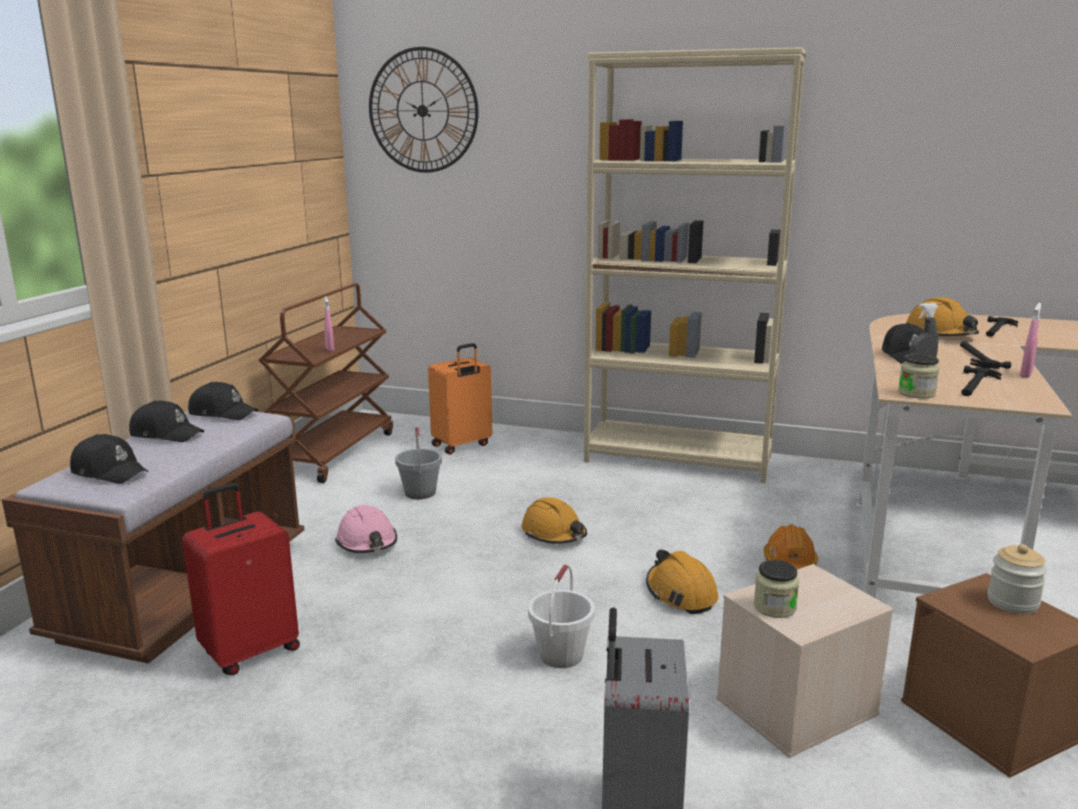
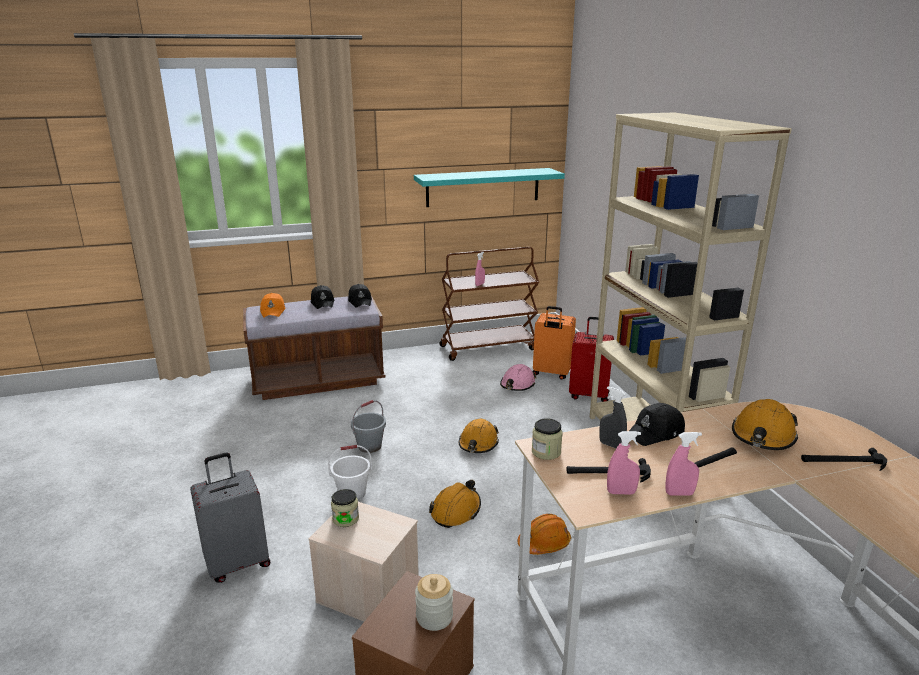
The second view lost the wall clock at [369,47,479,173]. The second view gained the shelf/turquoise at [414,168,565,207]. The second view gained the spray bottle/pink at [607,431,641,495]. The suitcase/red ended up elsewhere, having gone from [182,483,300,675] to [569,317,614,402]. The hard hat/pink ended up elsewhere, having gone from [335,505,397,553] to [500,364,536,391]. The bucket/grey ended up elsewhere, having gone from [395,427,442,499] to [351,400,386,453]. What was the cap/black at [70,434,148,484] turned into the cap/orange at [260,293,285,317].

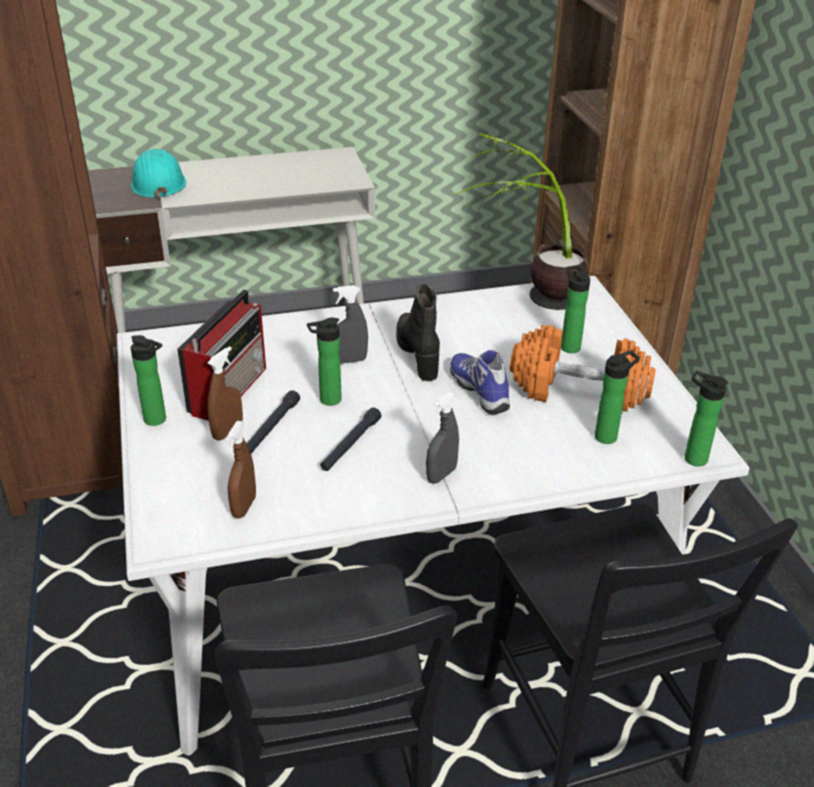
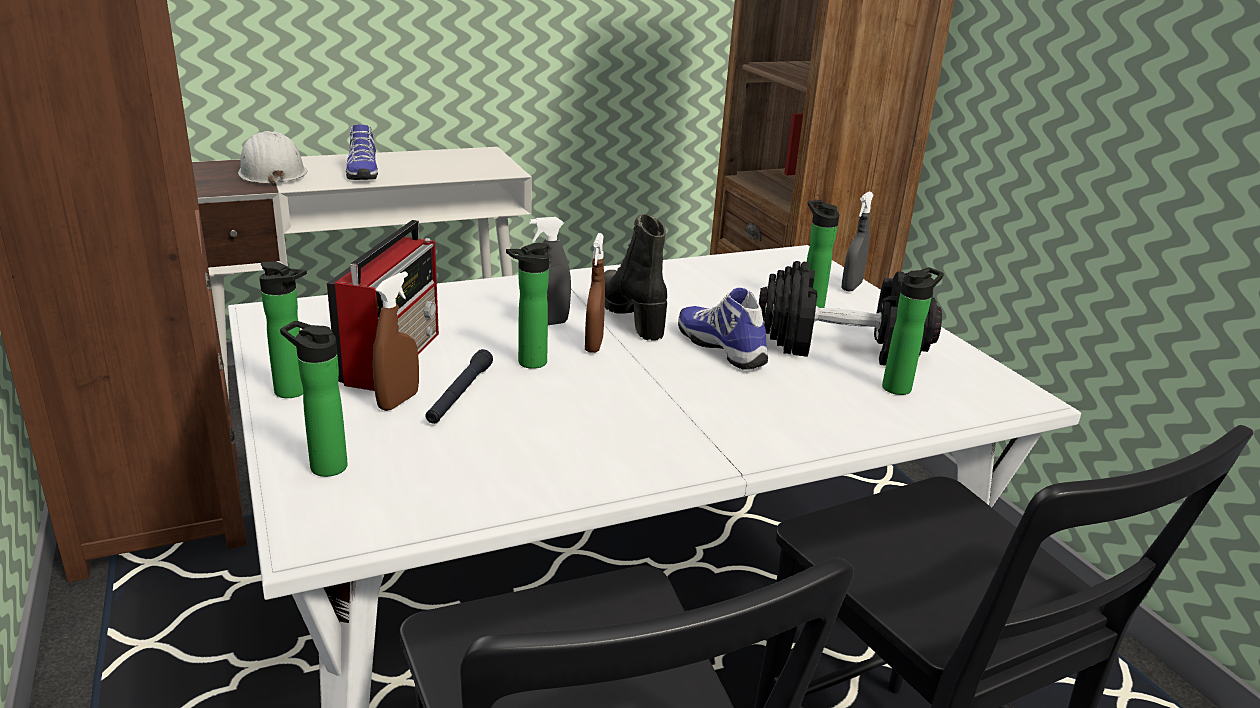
The second view lost the flashlight/black at [320,407,381,471]. The second view lost the potted plant at [456,132,589,310]. The second view gained the shoe at [346,124,378,180]. The spray bottle/brown ended up elsewhere, having gone from [226,421,256,518] to [585,233,605,353]. The spray bottle/grey ended up elsewhere, having gone from [426,392,459,484] to [841,191,874,292]. The bottle ended up elsewhere, having gone from [684,371,728,466] to [280,321,348,477]. What was the hard hat/turquoise at [131,149,186,200] turned into the hard hat/white at [238,131,307,186]. What was the dumbbell/orange at [510,325,656,412] turned into the dumbbell/black at [759,261,942,366].

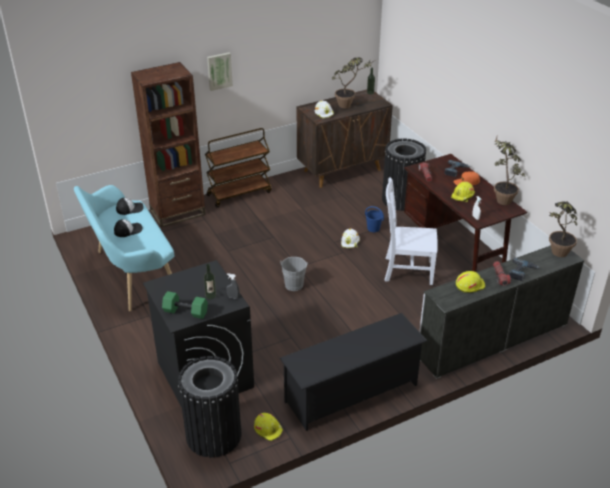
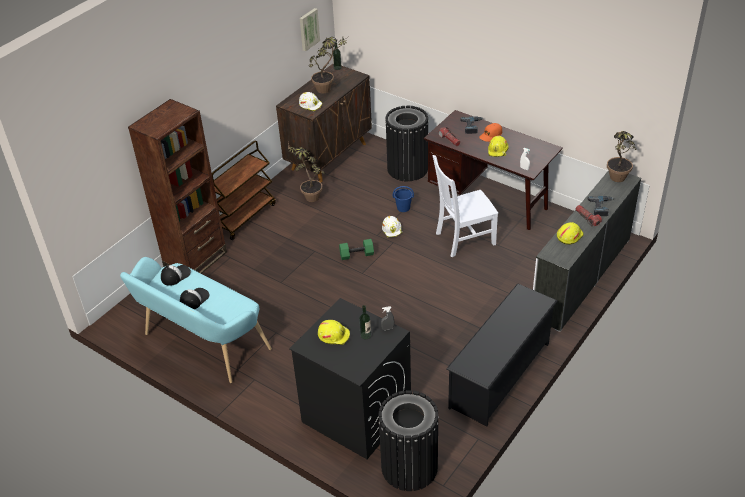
The second view lost the bucket/grey at [280,257,308,291]. The dumbbell/green ended up elsewhere, having gone from [162,291,208,319] to [339,239,374,260]. The picture ended up elsewhere, having gone from [207,52,233,91] to [300,8,320,51]. The hard hat/yellow ended up elsewhere, having gone from [254,413,283,441] to [318,320,350,345]. The potted plant ended up elsewhere, having gone from [494,137,525,205] to [288,143,325,202].

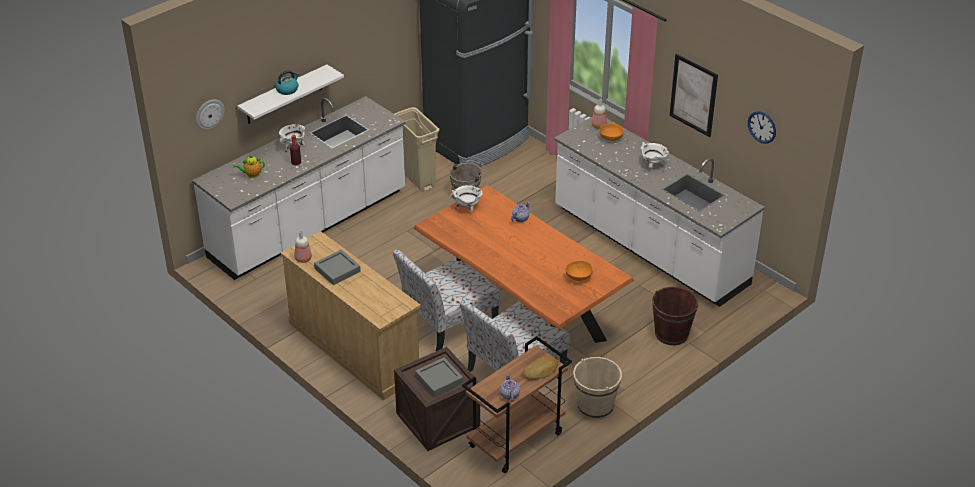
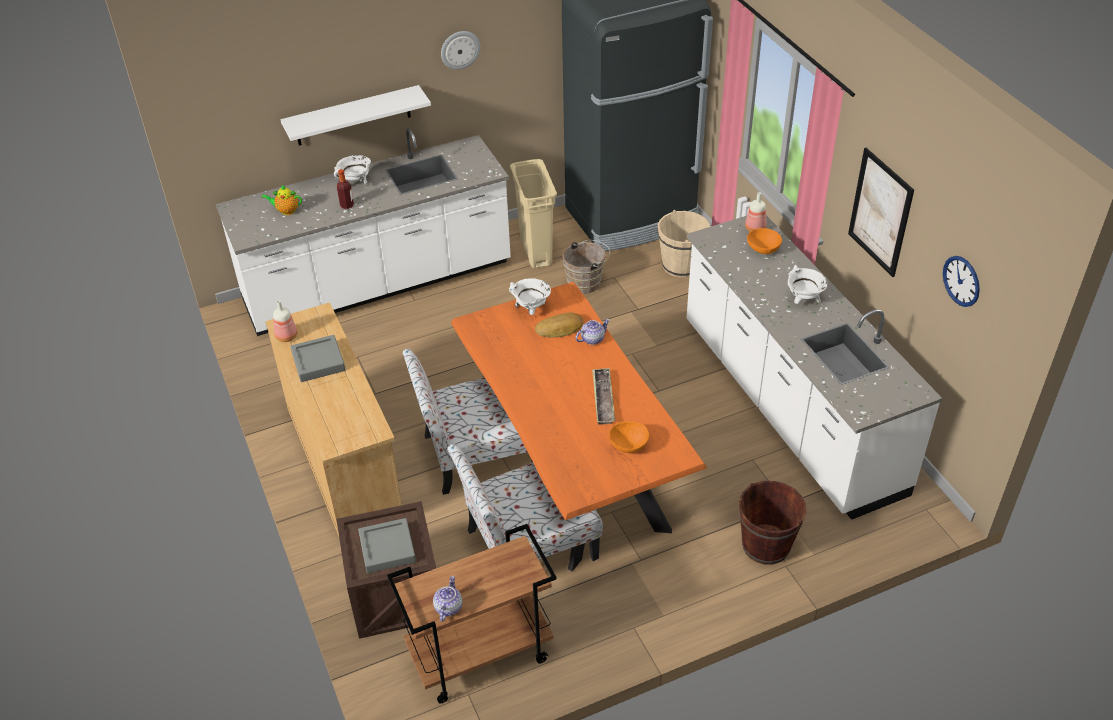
The second view lost the kettle at [275,70,299,95]. The second view gained the tray at [592,368,615,425]. The wall clock ended up elsewhere, having gone from [196,99,225,130] to [441,31,480,70]. The bread ended up elsewhere, having gone from [523,356,558,380] to [535,313,584,338]. The bucket/beige ended up elsewhere, having gone from [573,357,622,419] to [658,210,710,278].

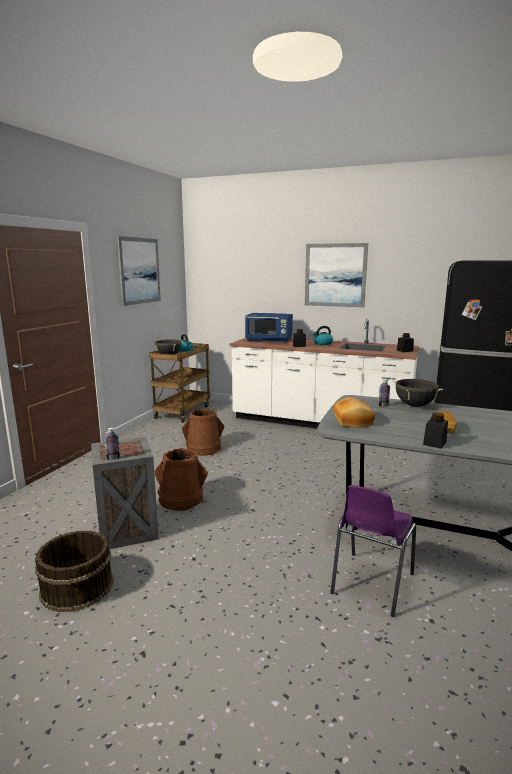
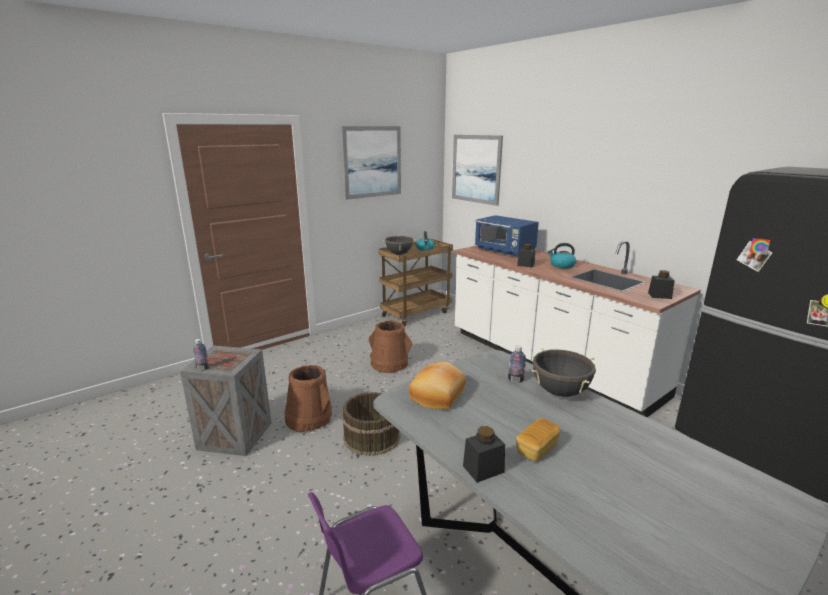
The bucket/brown ended up elsewhere, having gone from [35,531,114,612] to [342,392,400,456]. The picture ended up elsewhere, having gone from [305,243,368,307] to [452,135,503,206].

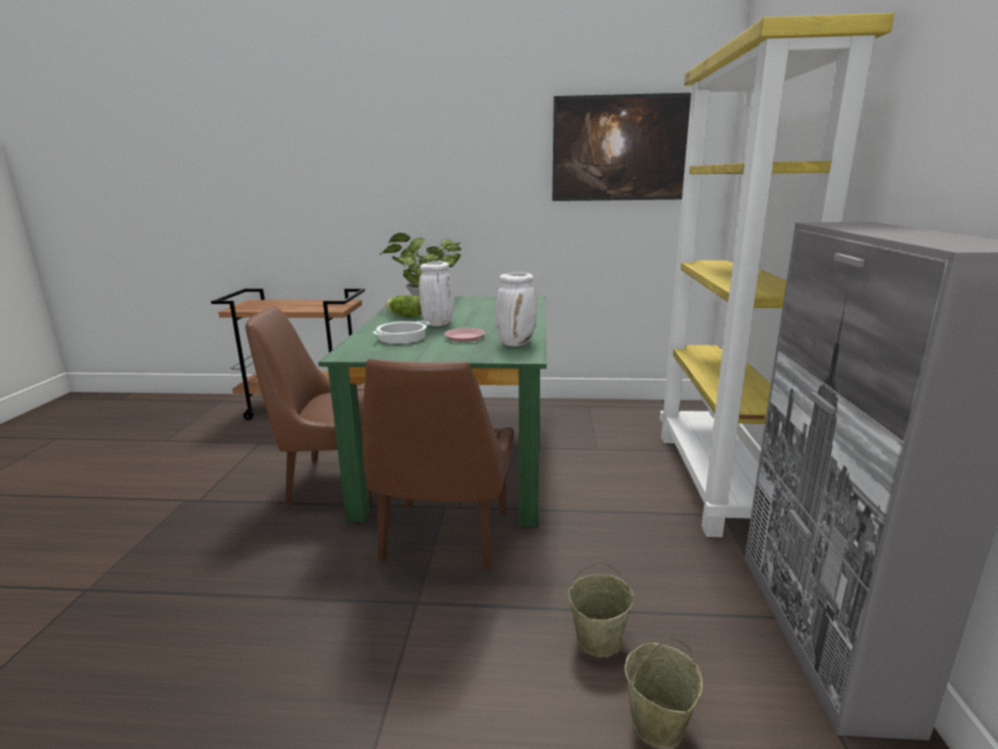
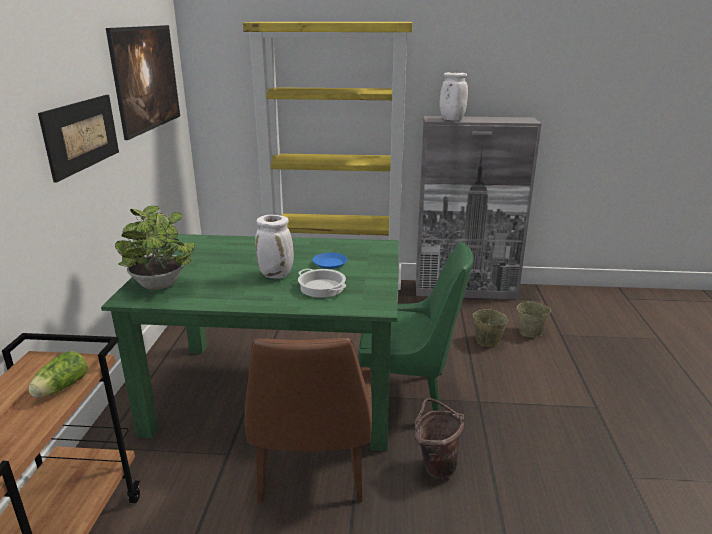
The second view gained the picture at [38,95,119,182]. The second view gained the bucket/brown at [415,398,464,479]. The lettuce ended up elsewhere, having gone from [385,295,422,318] to [28,351,88,397]. The vase/white ended up elsewhere, having gone from [496,272,537,346] to [439,72,468,121]. What was the chair/brown at [363,359,513,570] turned into the chair/green at [358,241,474,411]. What was the plate/pink at [444,328,485,342] turned into the plate/blue at [312,253,347,269].

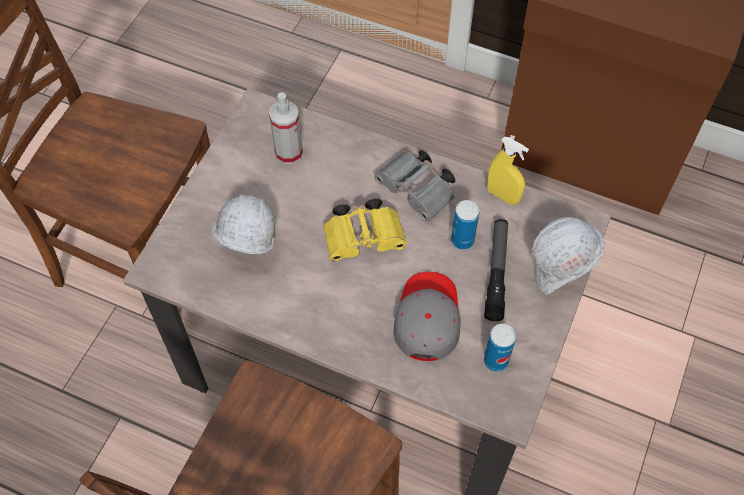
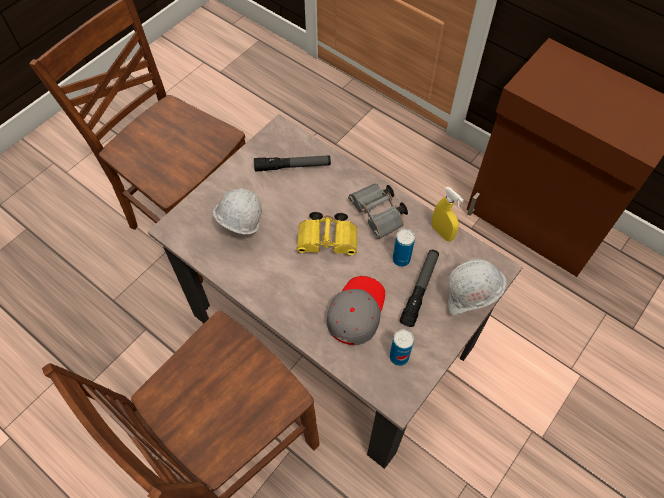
Where the spray bottle stood at [269,92,303,164], the flashlight came to stand at [254,155,331,172].

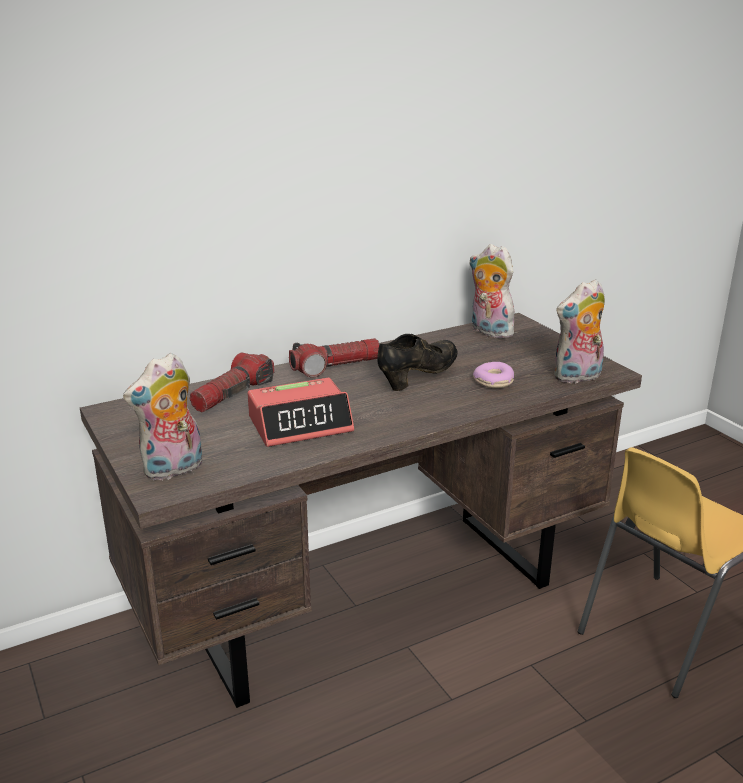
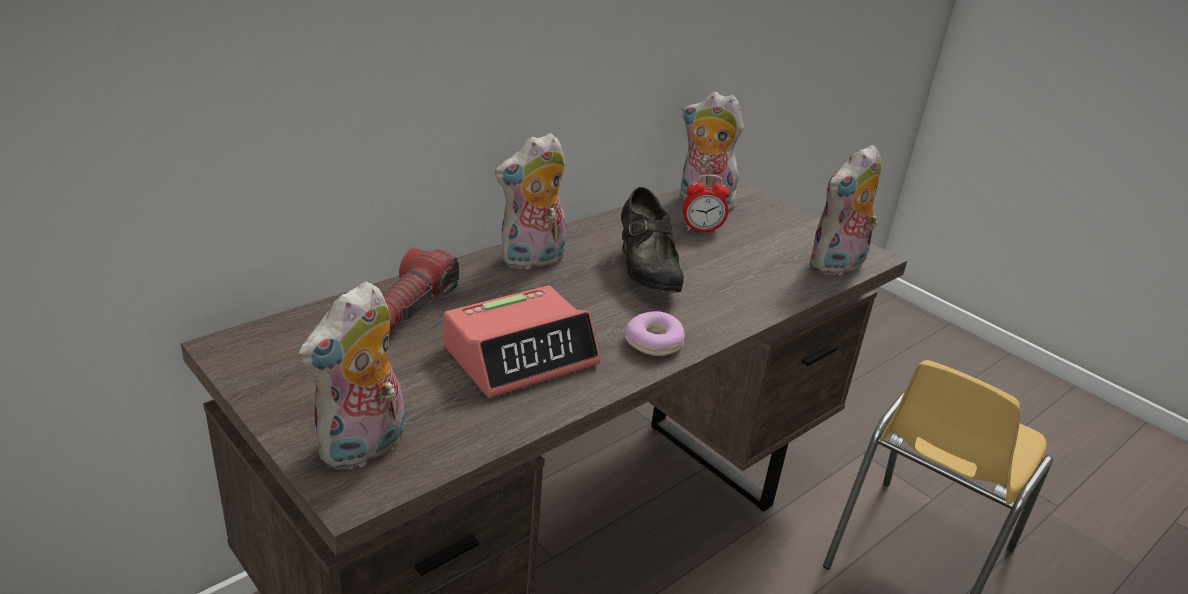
The second view gained the alarm clock at [683,174,730,233]. The donut ended up elsewhere, having gone from [473,362,514,388] to [624,311,685,356]. Where the flashlight stood at [289,338,379,378], the plush toy came to stand at [495,133,566,269]. The shoe/black at [377,334,458,391] ended up facing another way, 135 degrees clockwise from before.

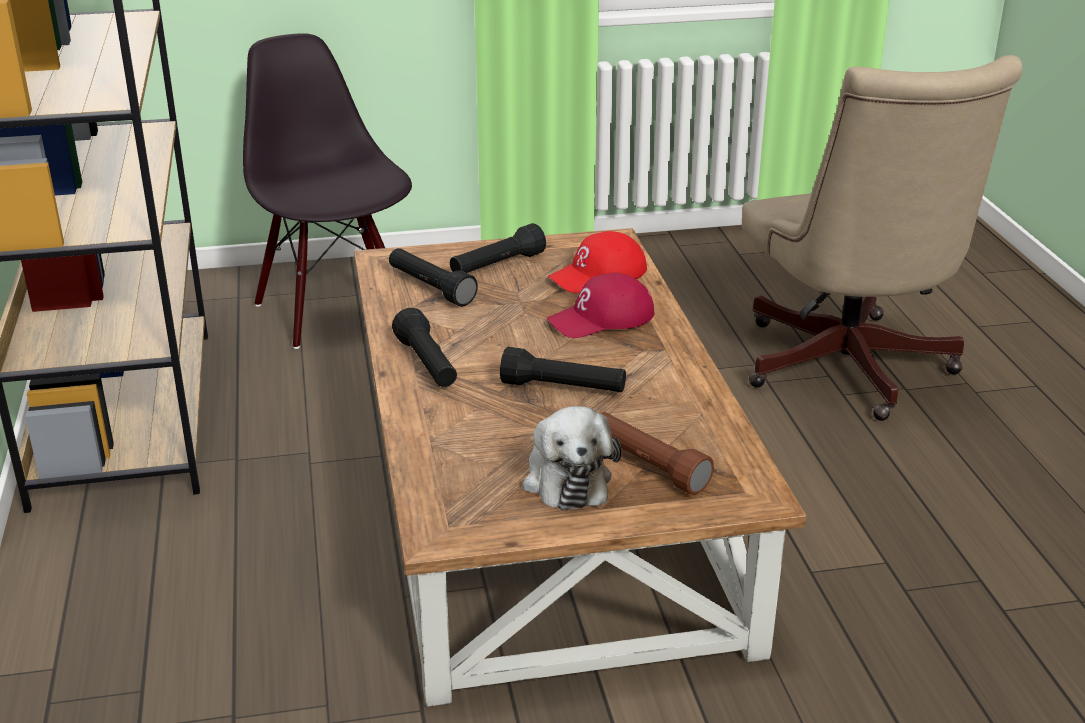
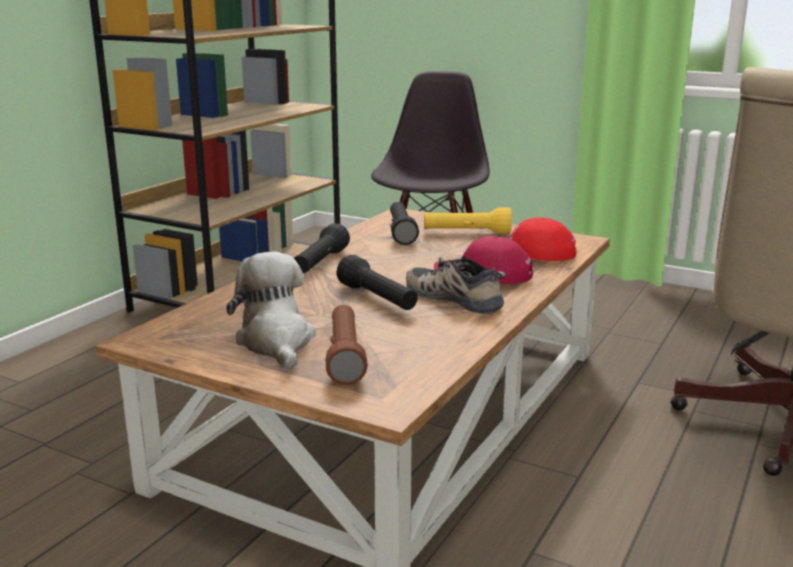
The second view gained the shoe at [406,256,506,314]. What was the flashlight/black at [450,223,546,273] turned into the flashlight/yellow at [424,208,512,234]. The plush toy at [523,406,621,511] ended up facing another way, 135 degrees clockwise from before.

